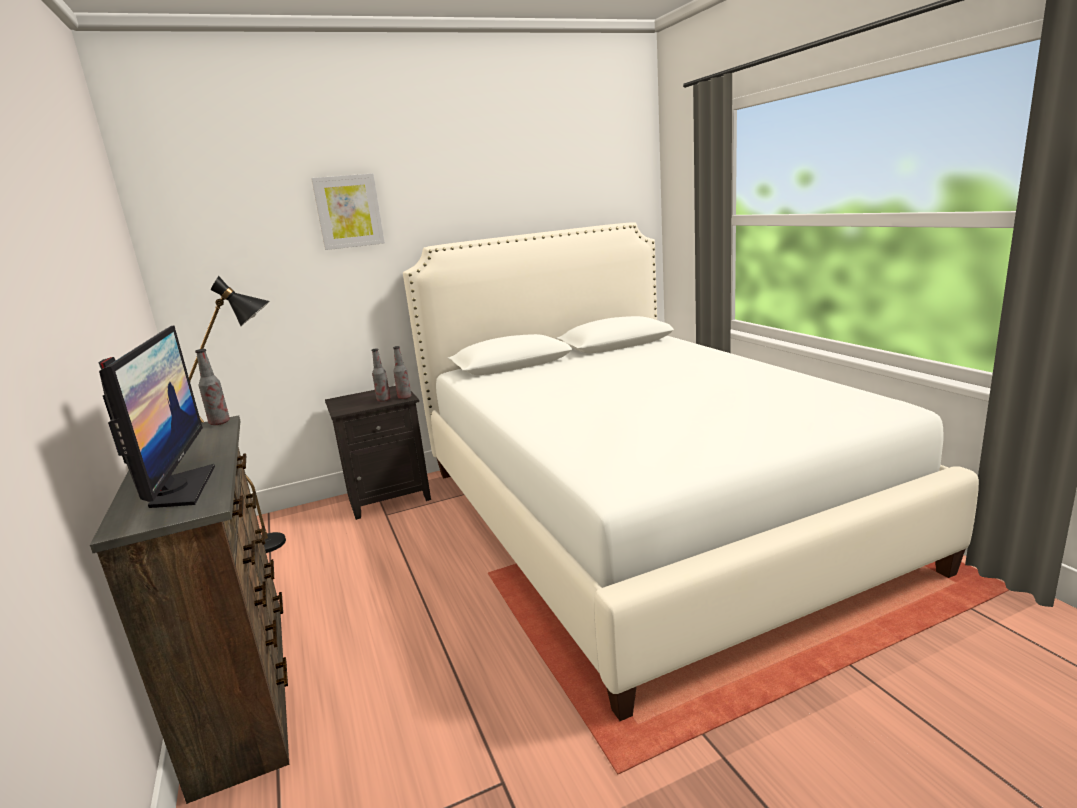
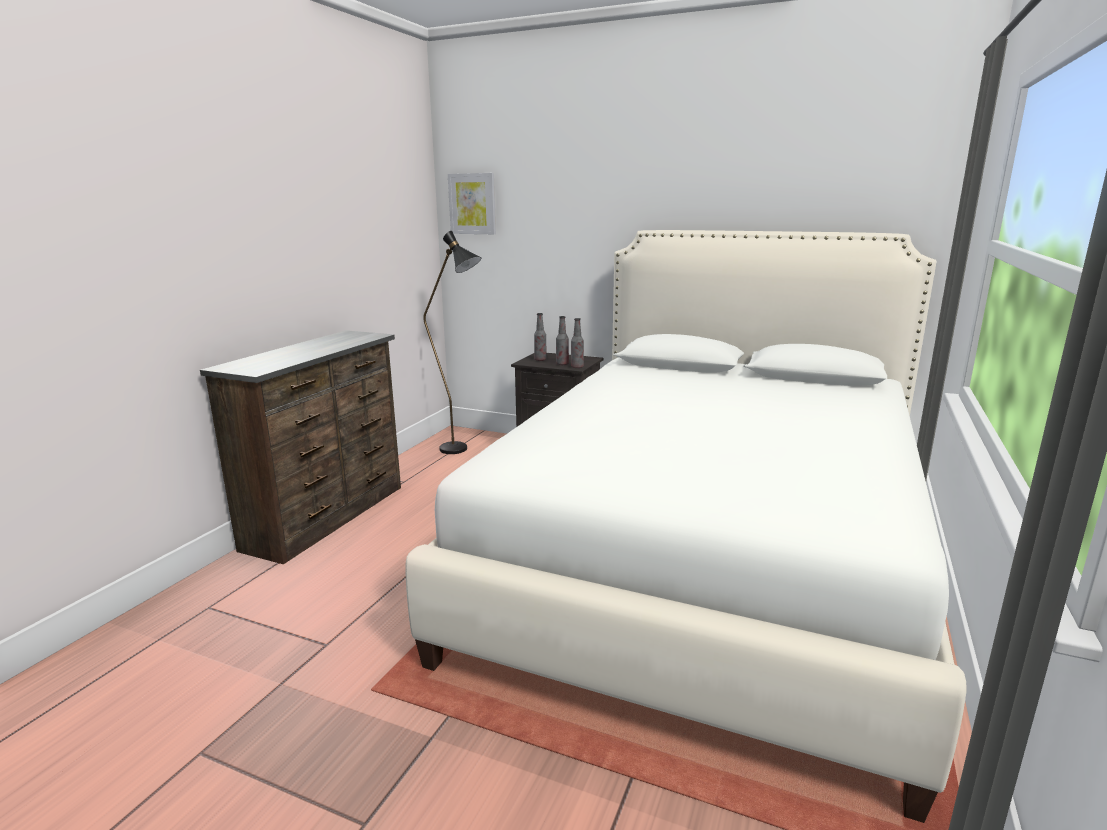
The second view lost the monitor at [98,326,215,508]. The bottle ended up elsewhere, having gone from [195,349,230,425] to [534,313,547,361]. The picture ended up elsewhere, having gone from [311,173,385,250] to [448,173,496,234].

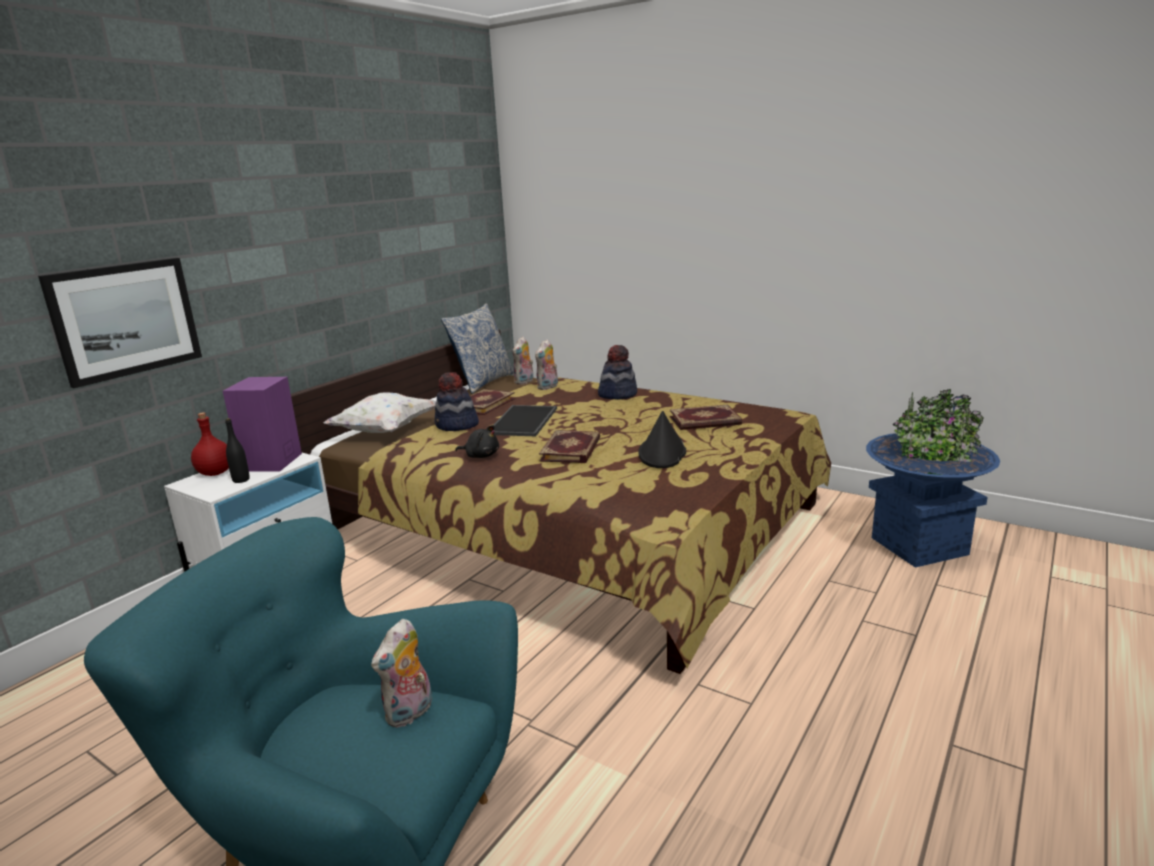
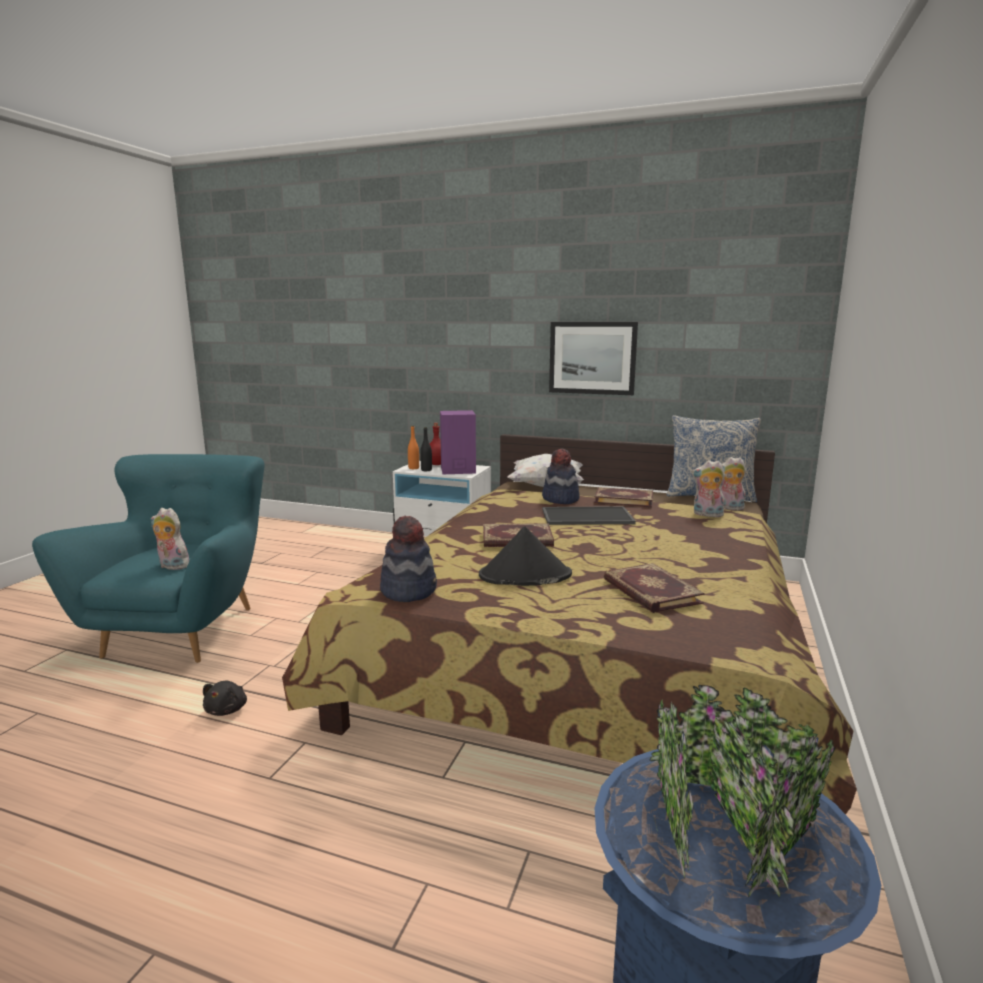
The second view gained the bottle/orange at [408,426,419,469]. The picture ended up elsewhere, having gone from [38,258,202,388] to [549,322,638,395]. The plush toy/black ended up elsewhere, having gone from [455,425,499,458] to [203,681,247,716]. The hat ended up elsewhere, having gone from [598,345,637,400] to [380,516,437,602].

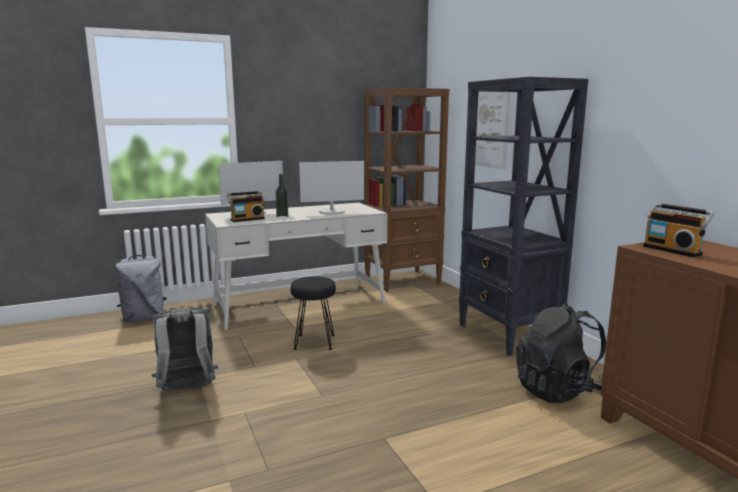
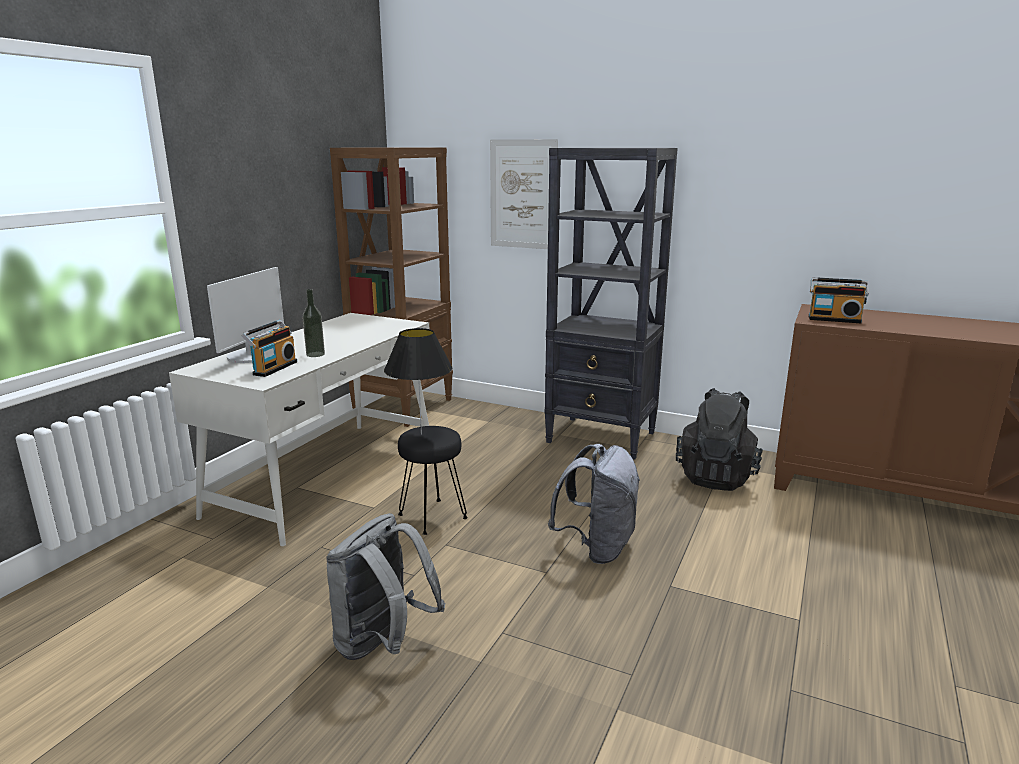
The second view lost the monitor at [299,161,364,214]. The second view gained the table lamp/black at [384,328,452,435]. The backpack/grey ended up elsewhere, having gone from [115,255,167,322] to [548,444,640,564].

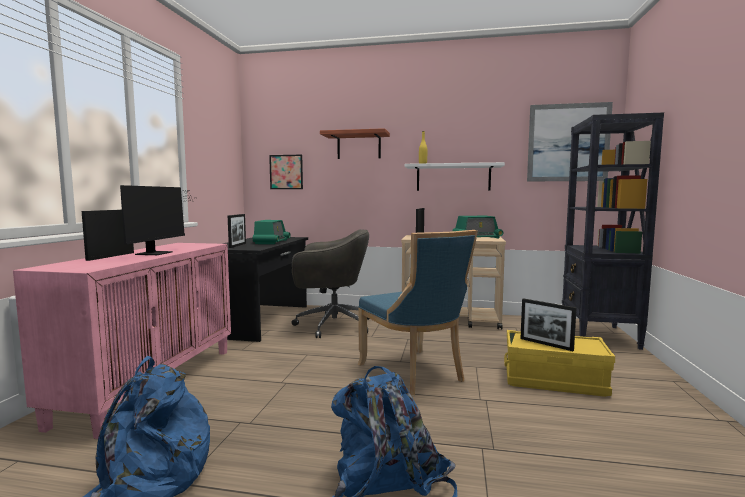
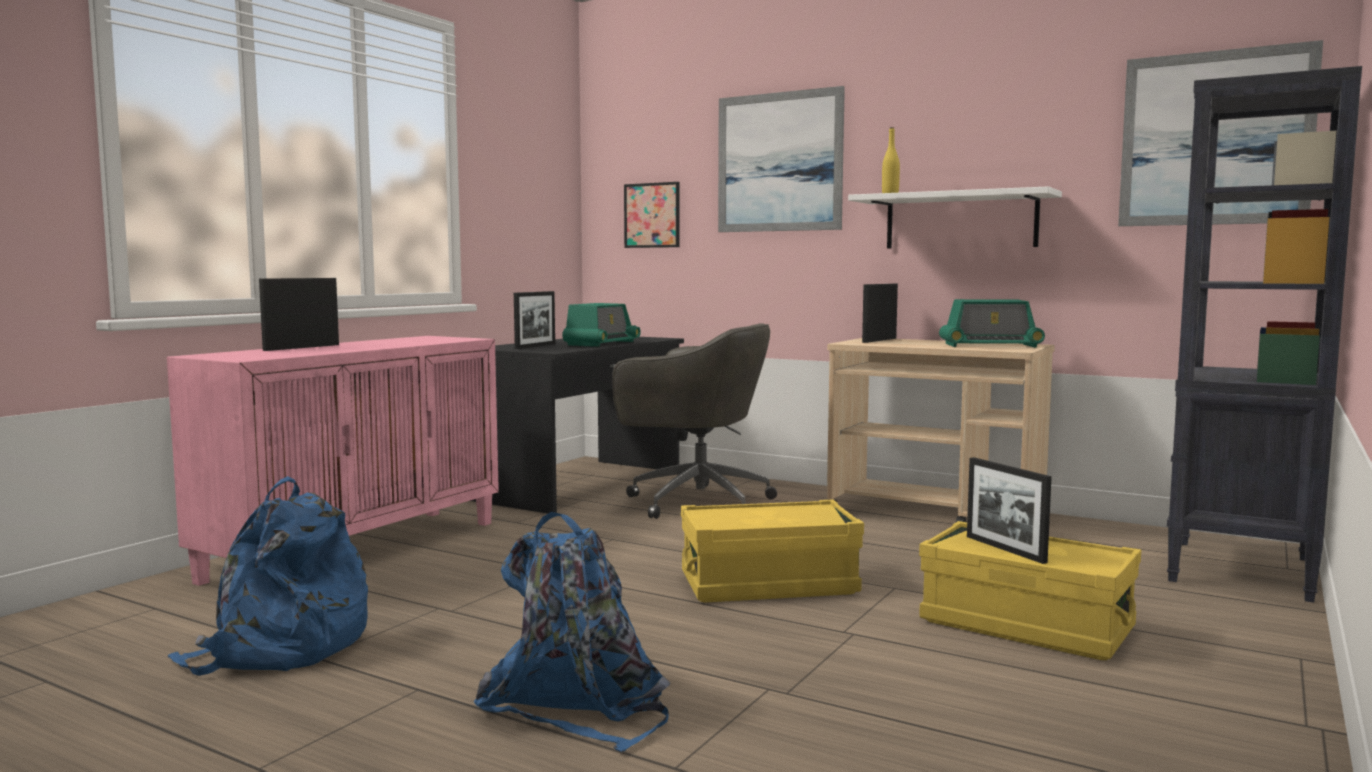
The second view lost the monitor at [120,185,197,255]. Where the shelf hung at [320,128,390,159], the picture came to hang at [718,86,845,232]. Where the chair/blue stood at [358,230,478,395], the storage box/yellow came to stand at [681,500,864,603].

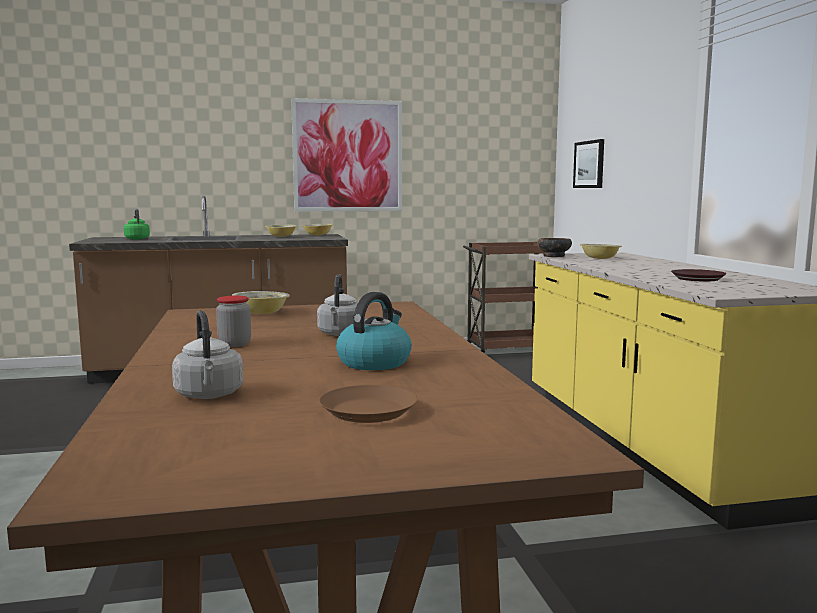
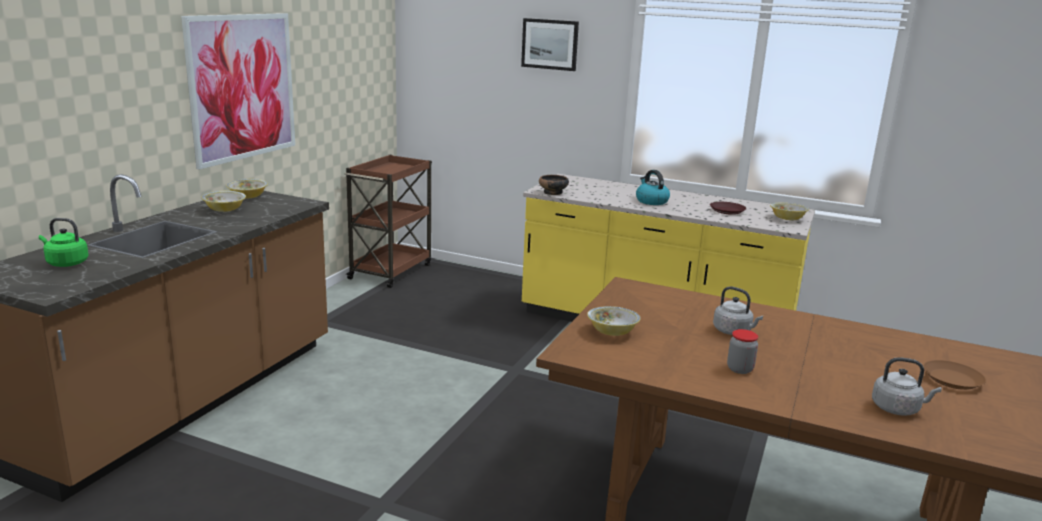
The kettle ended up elsewhere, having gone from [336,292,412,370] to [636,170,670,205]. The picture ended up elsewhere, having gone from [573,139,604,188] to [521,18,579,71]. The bowl ended up elsewhere, having gone from [580,244,622,259] to [770,203,809,220].

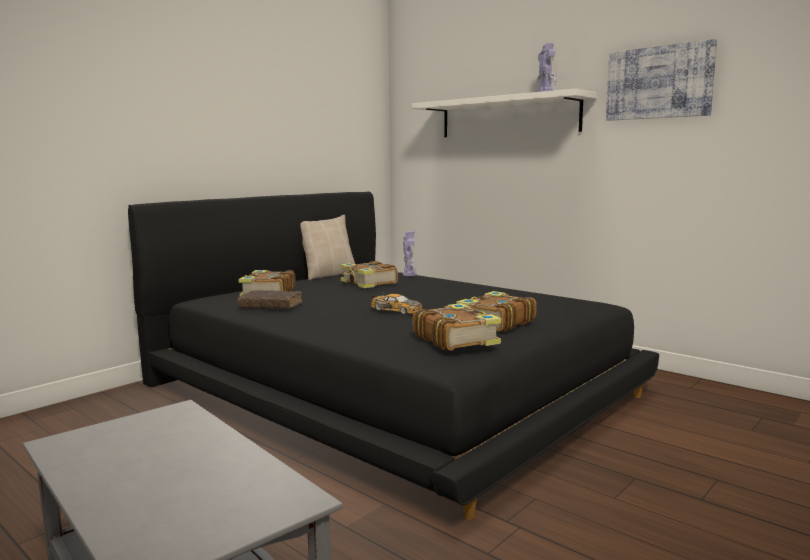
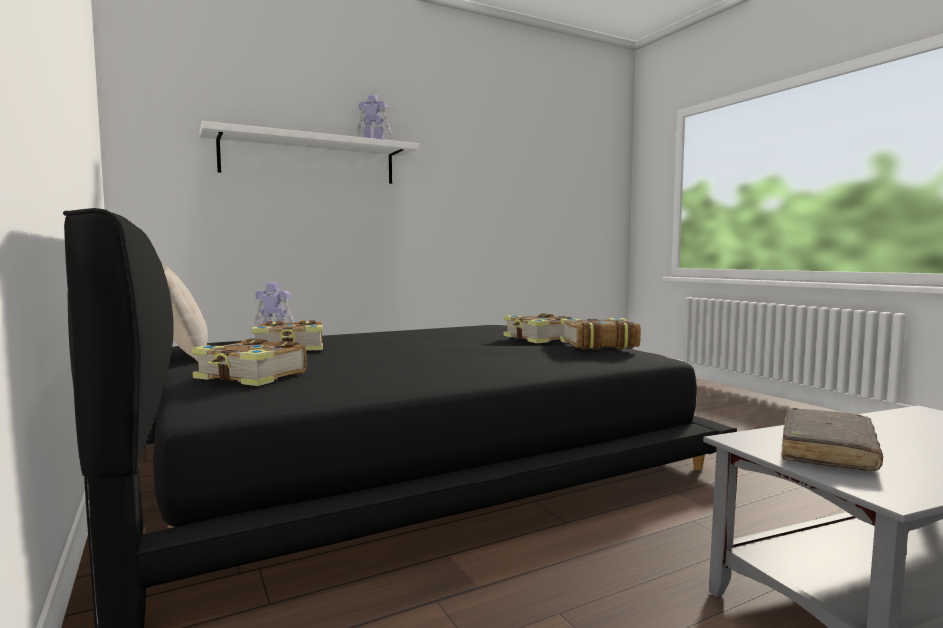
The second view lost the toy car at [371,292,422,314]. The second view lost the picture at [606,39,717,121]. The book/brown ended up elsewhere, having gone from [238,290,303,309] to [781,408,883,471].

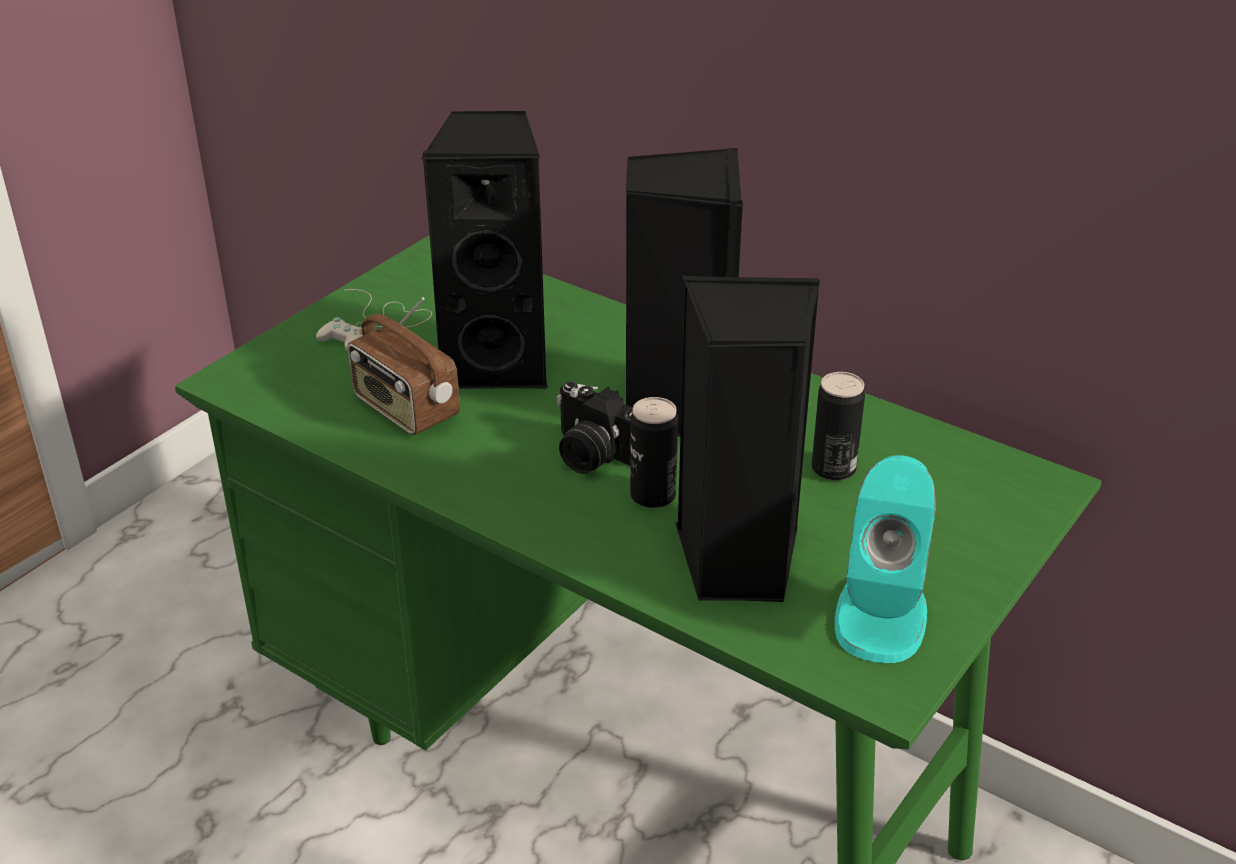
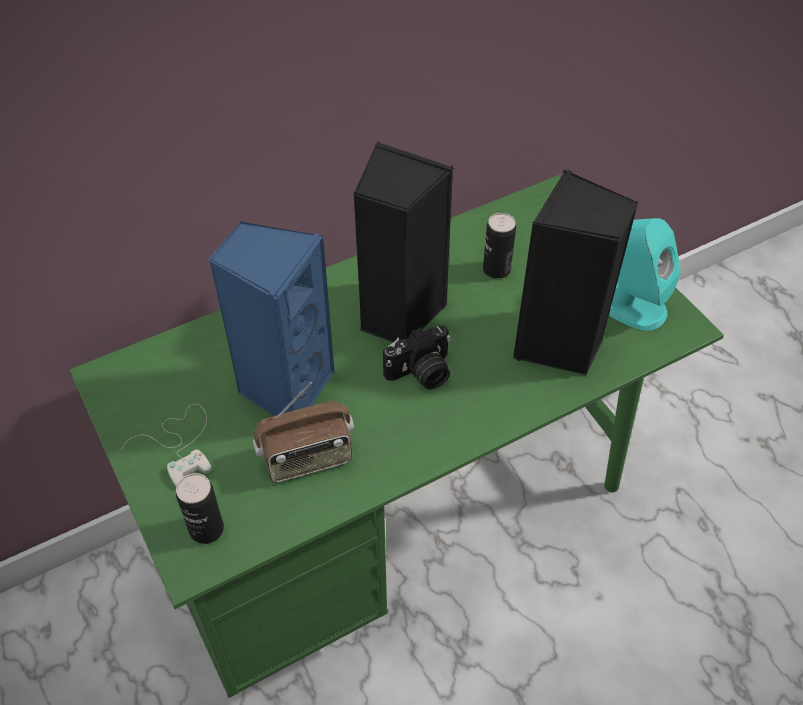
The can ended up elsewhere, having gone from [630,397,678,508] to [176,473,224,544]. What was the speaker/black at [421,111,548,391] turned into the speaker/blue at [208,220,335,416].

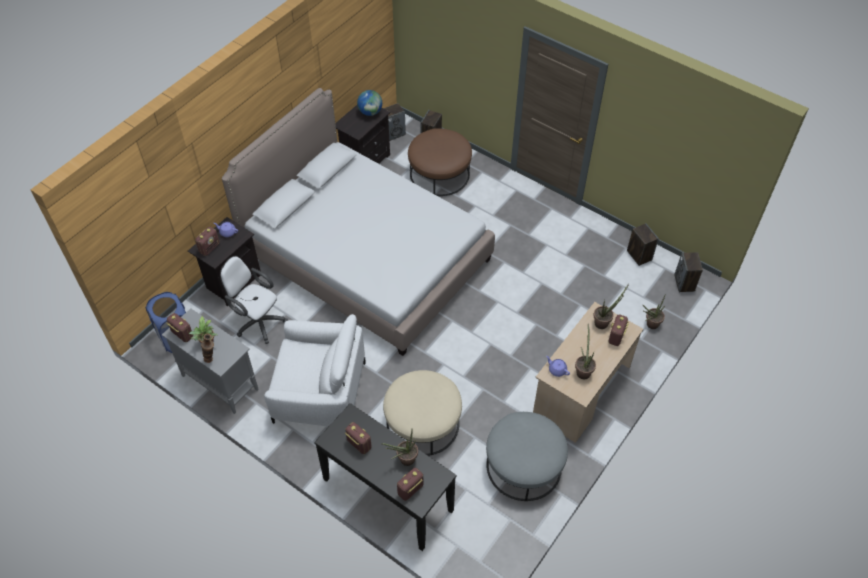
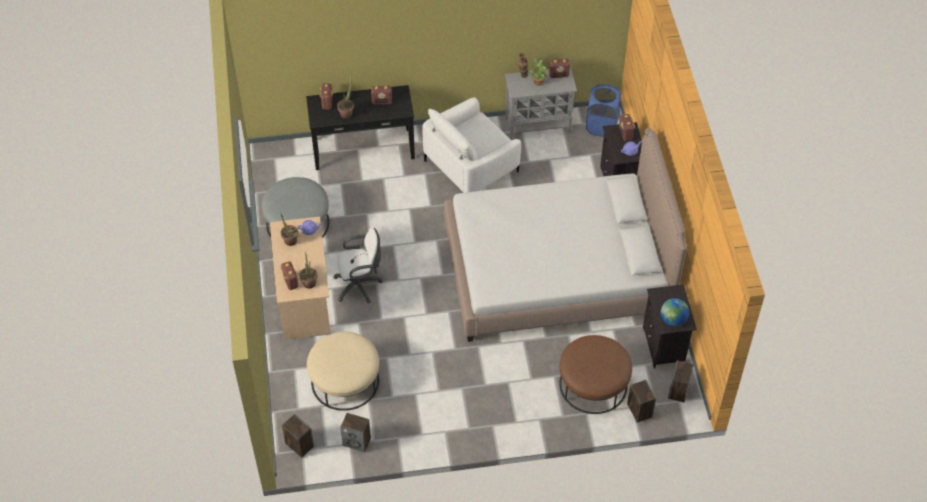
The second view lost the potted plant at [643,296,665,329]. The office chair/white ended up elsewhere, having gone from [220,256,288,344] to [333,228,383,303]. The ottoman/beige ended up elsewhere, having gone from [383,370,462,456] to [307,331,379,411].

